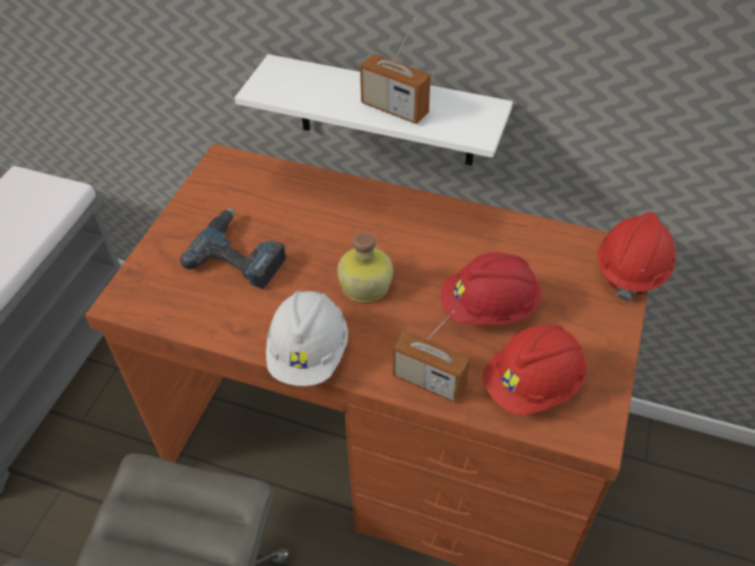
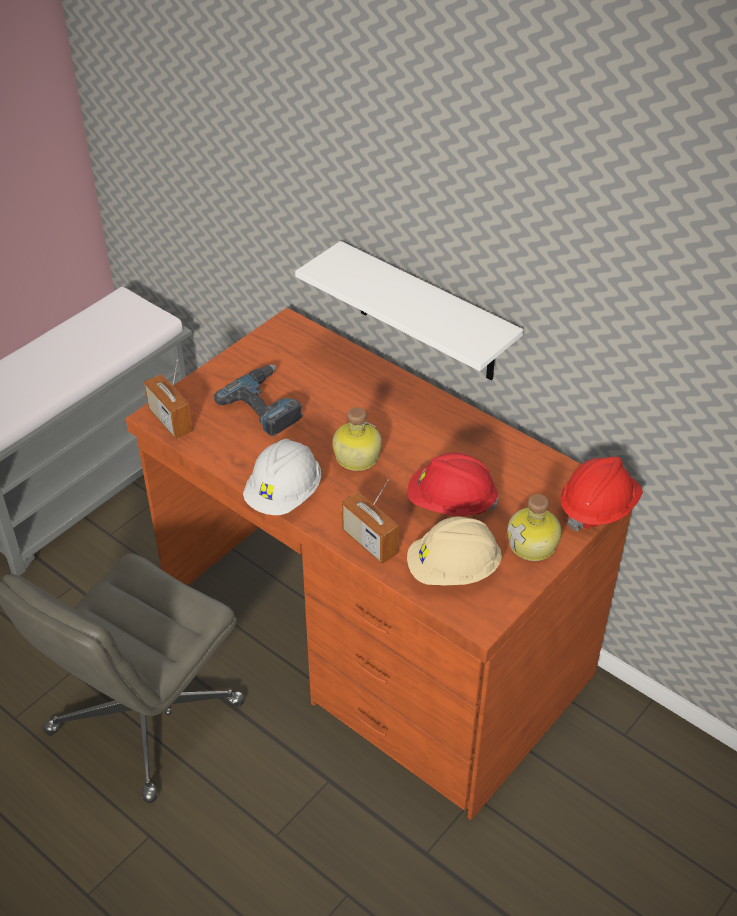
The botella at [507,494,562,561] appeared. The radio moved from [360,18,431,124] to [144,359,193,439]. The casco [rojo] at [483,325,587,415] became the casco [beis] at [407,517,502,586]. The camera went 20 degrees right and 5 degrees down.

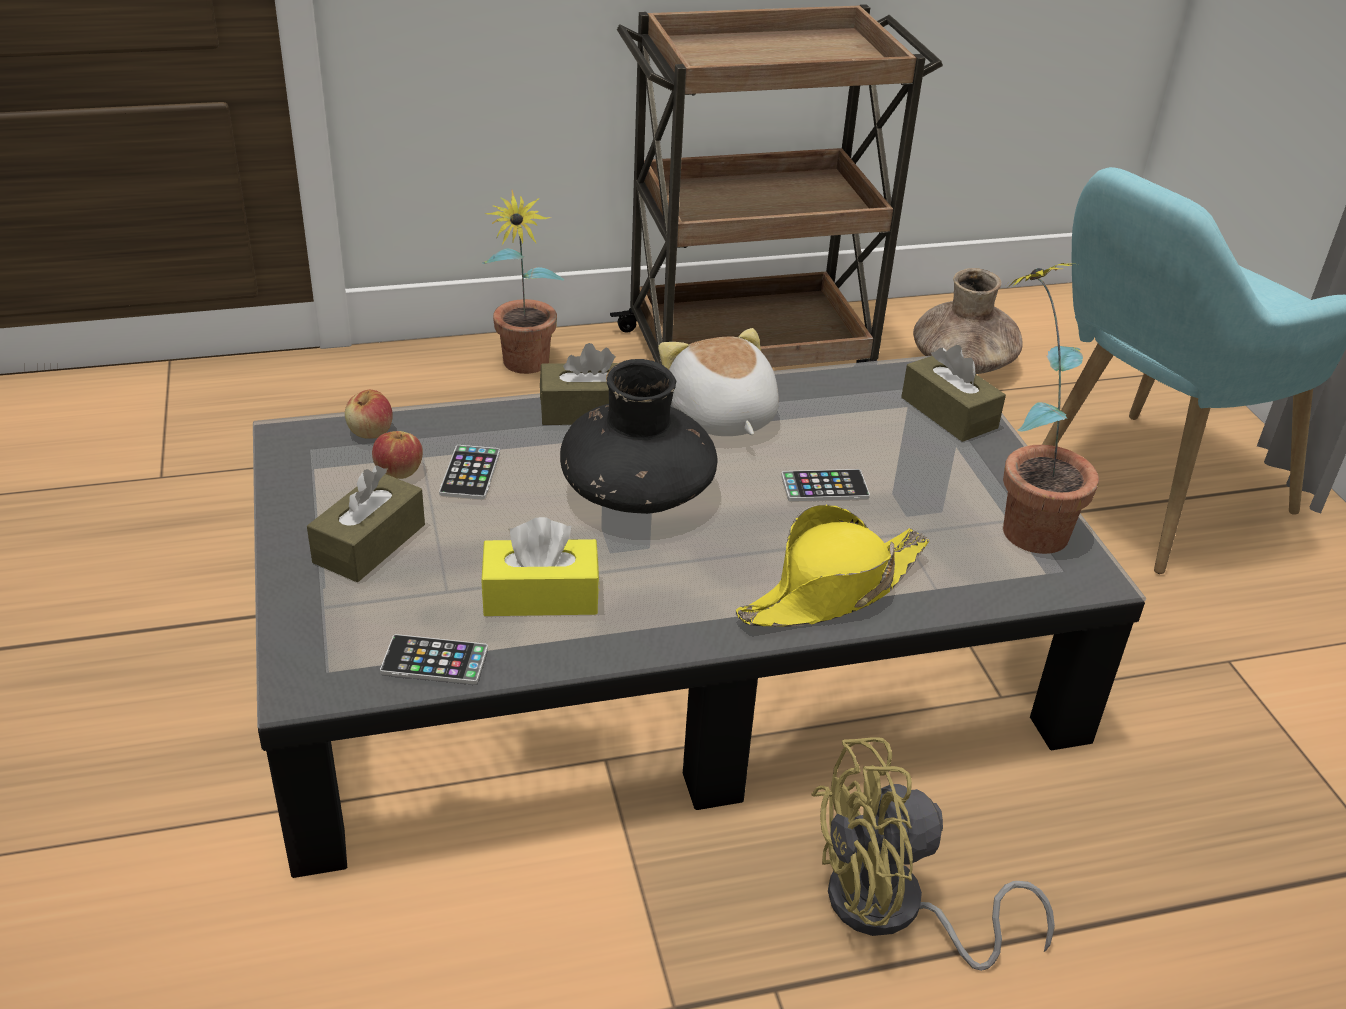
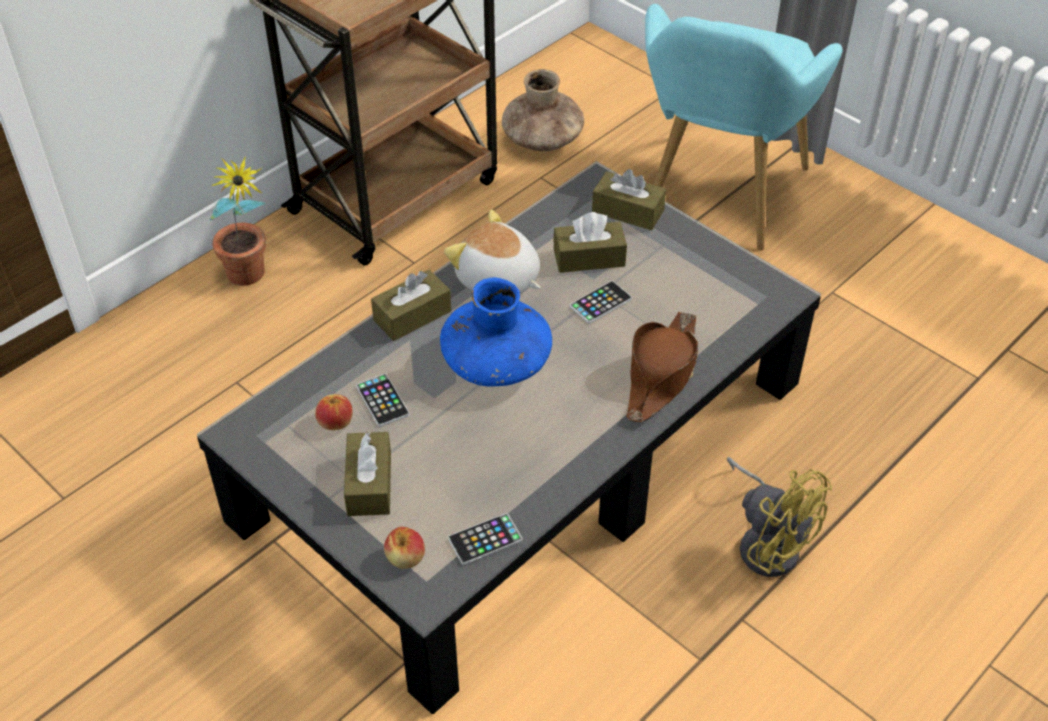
The caja de pañuelos [amarillo] at [481,517,599,616] disappeared. The planta en maceta at [1003,263,1099,554] disappeared. The caja de pañuelos [marrón] at [553,212,627,273] appeared. The manzana moved from [345,390,393,439] to [384,527,425,569]. The florero [negro] at [560,359,718,514] became the florero [azul] at [440,277,552,386]. The sombrero [amarillo] at [736,504,929,627] became the sombrero [marrón] at [626,312,698,422]. The ventilador [amarillo] at [811,737,1055,971] turned 90 degrees counterclockwise. The camera went 30 degrees left and 10 degrees up.

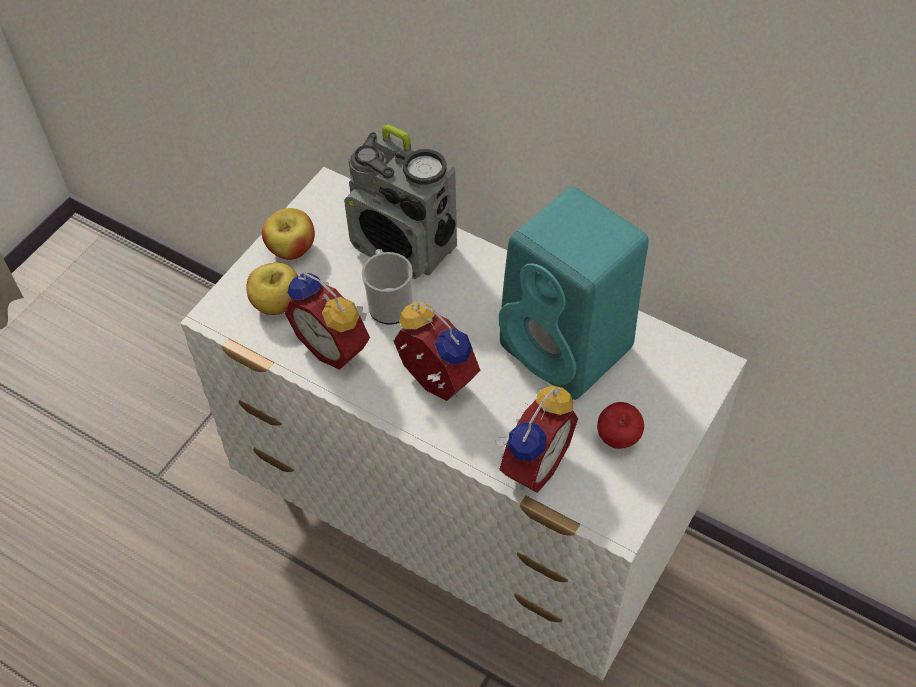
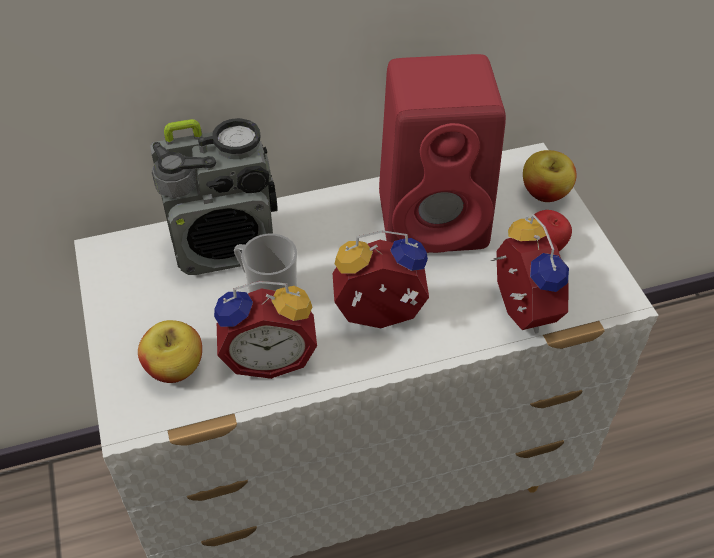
The manzana moved from [262,208,315,260] to [523,150,577,202]. The altavoz [turquesa] at [498,187,649,400] became the altavoz [rojo] at [379,54,506,253]. The camera went 50 degrees left and 5 degrees down.

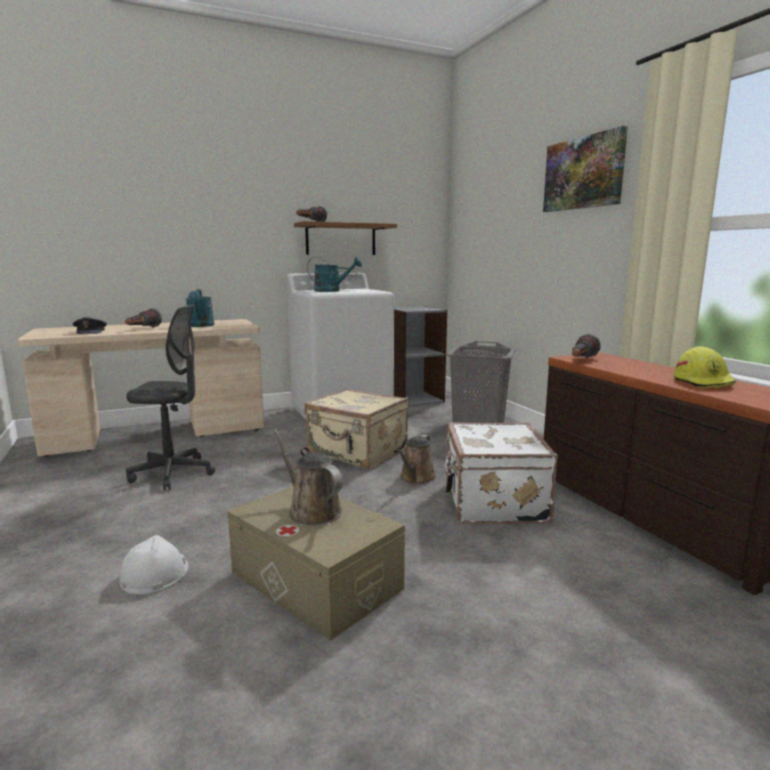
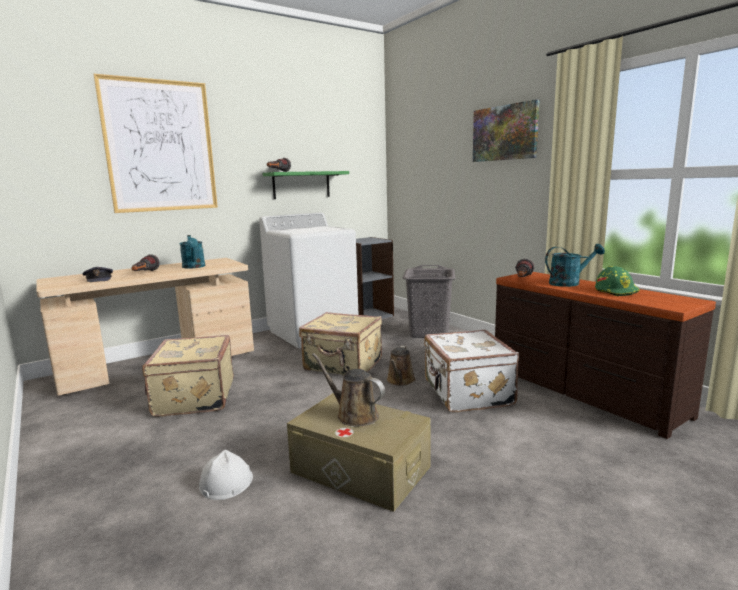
The cuadro at [93,74,218,213] appeared. The regadera [turquesa] moved from [307,257,362,292] to [545,244,605,287]. The silla de oficina [gris] at [126,304,215,490] was replaced by the maleta [beis] at [142,335,234,417]. The estante [marrón] at [294,221,397,255] became the estante [verde] at [263,171,349,199]. The casco [amarillo] at [674,346,736,388] became the casco [verde] at [595,266,640,296]. The camera went 10 degrees left and 0 degrees up.

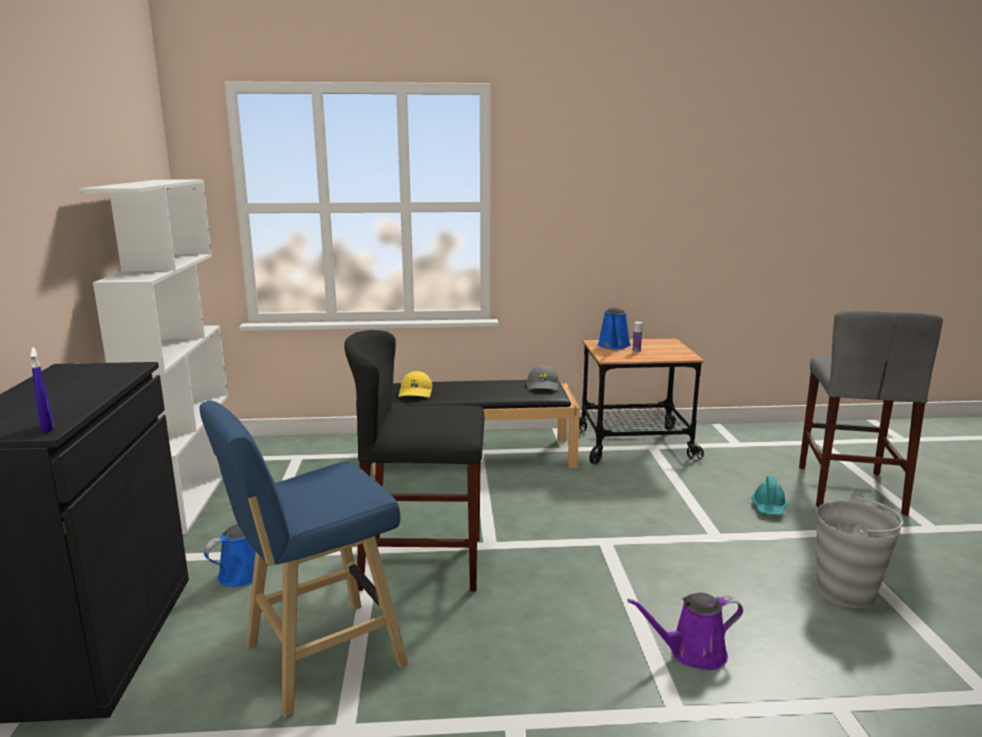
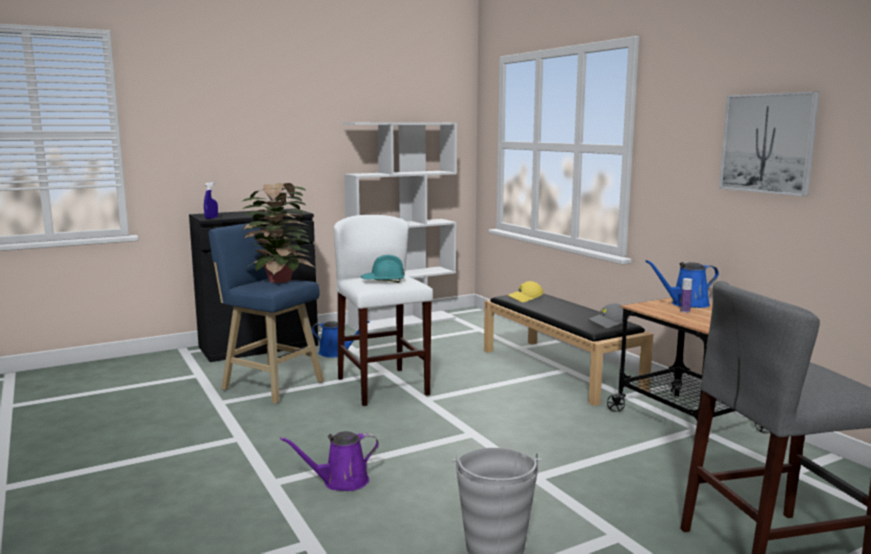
The planta en maceta at [242,183,315,283] appeared. The cuadro at [719,91,820,196] appeared. The casco [turquesa] moved from [752,476,787,515] to [361,255,404,283]. The taburete [negro] at [344,330,485,591] became the taburete [blanco] at [334,215,433,406]. The regadera [morado] at [627,593,743,670] turned 75 degrees counterclockwise. The camera went 65 degrees right and 5 degrees down.

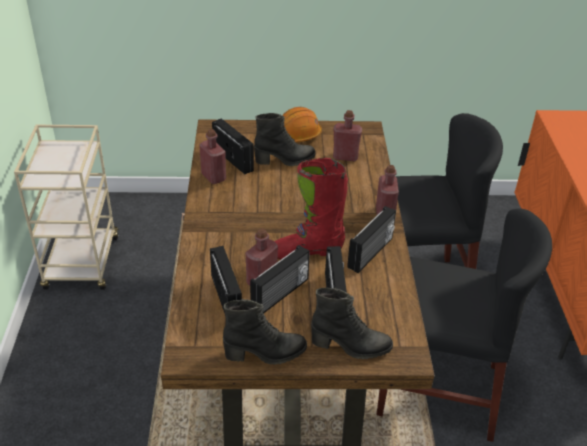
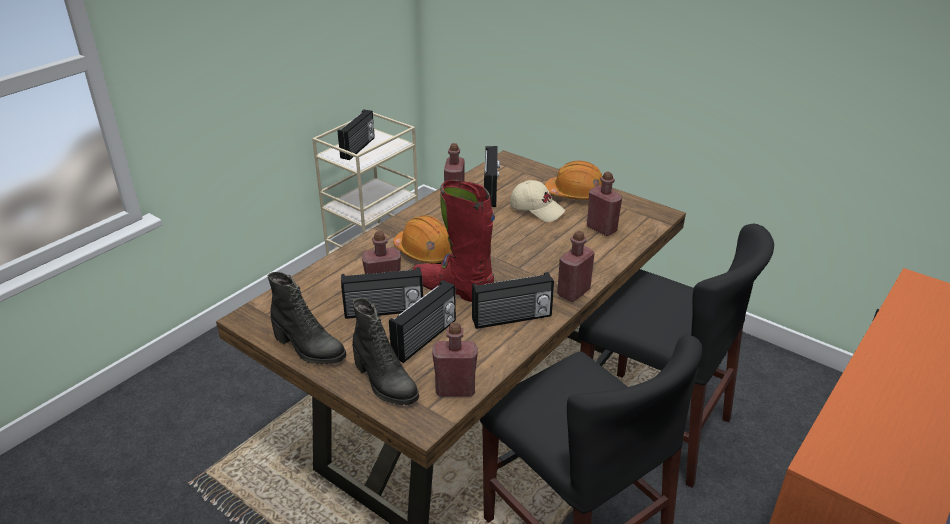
The casco [naranja] at [393,215,452,264] appeared. The botella [rojo] at [432,323,478,396] appeared. The radio moved from [210,246,242,313] to [338,109,375,160]. The bota [negro] at [254,113,316,166] was replaced by the gorra [beis] at [510,180,565,222]. The camera went 40 degrees right and 5 degrees down.

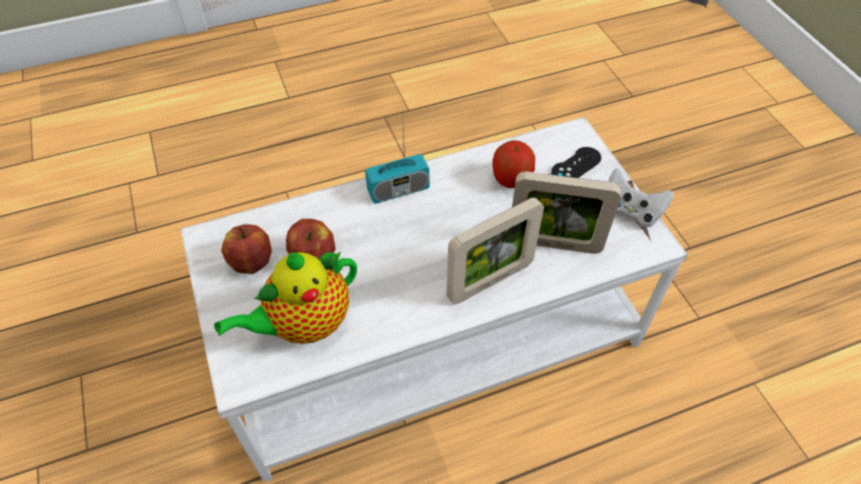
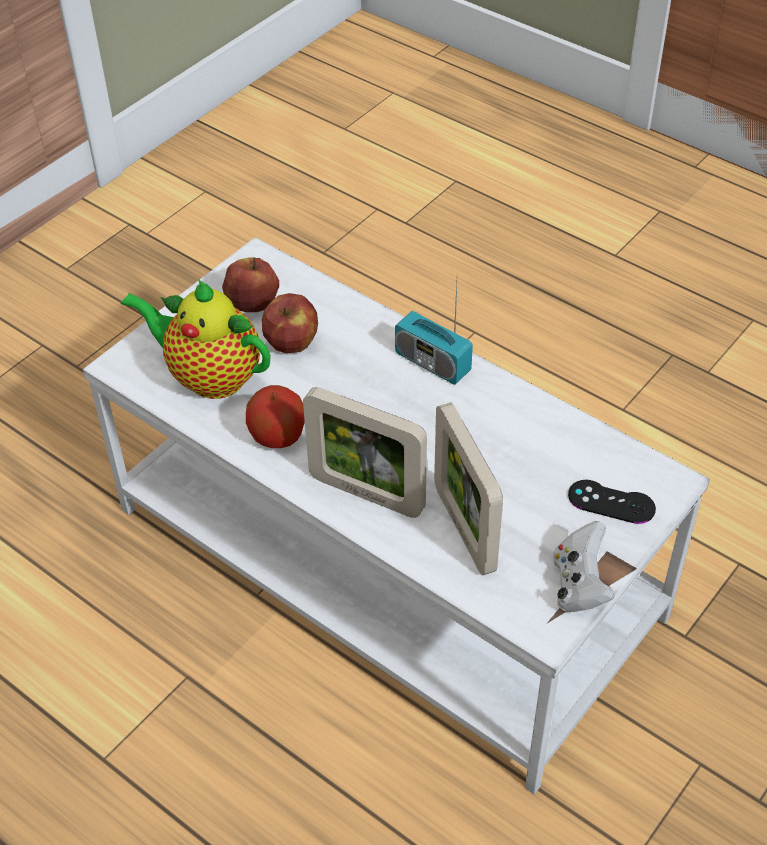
The manzana moved from [492,140,535,188] to [246,385,305,448]. The camera went 60 degrees right and 5 degrees down.

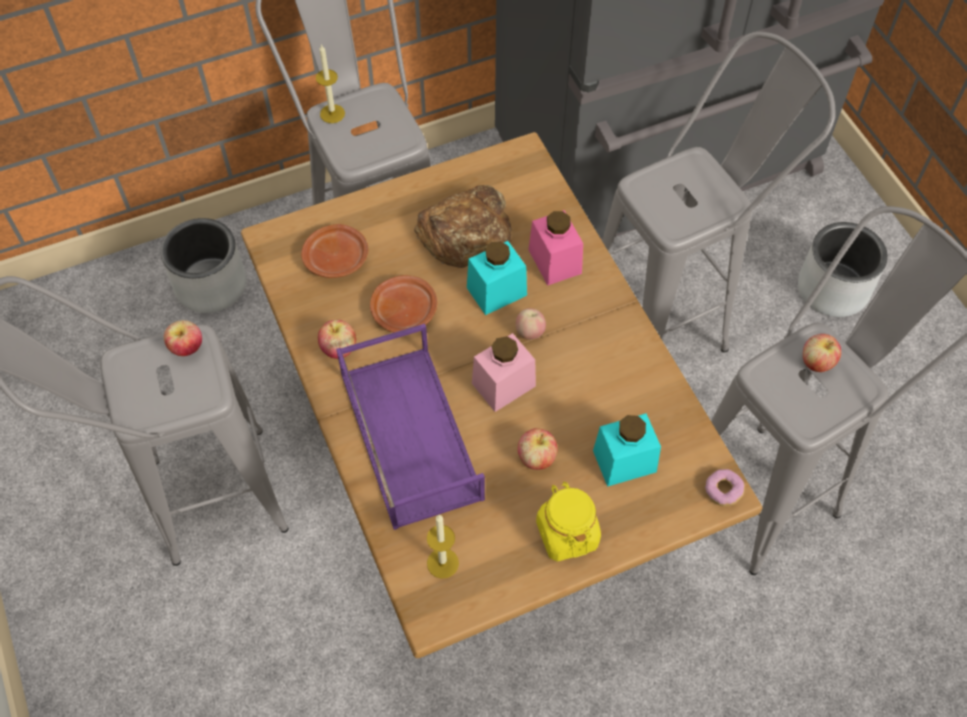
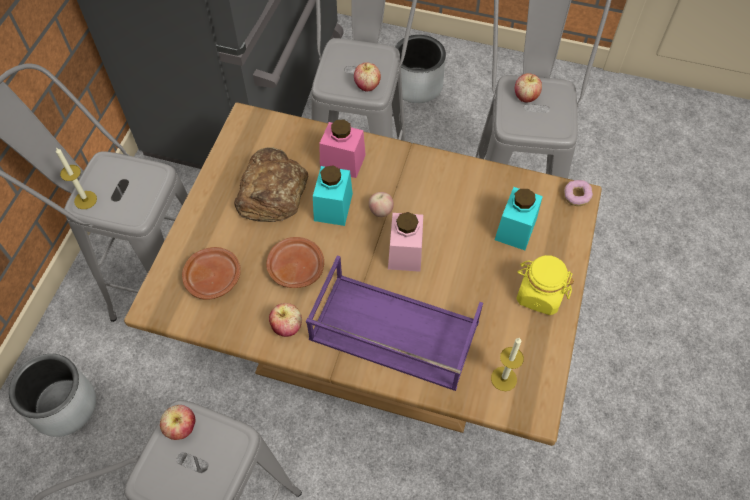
The manzana moved from [518,428,558,470] to [354,62,381,92]. The camera went 50 degrees left and 0 degrees up.

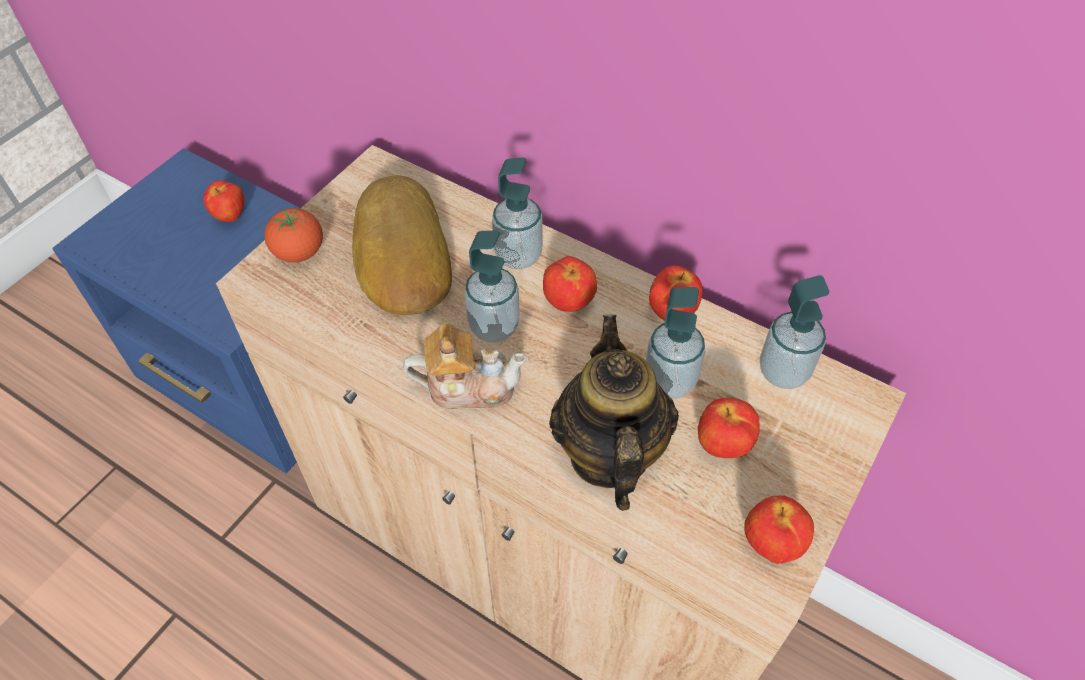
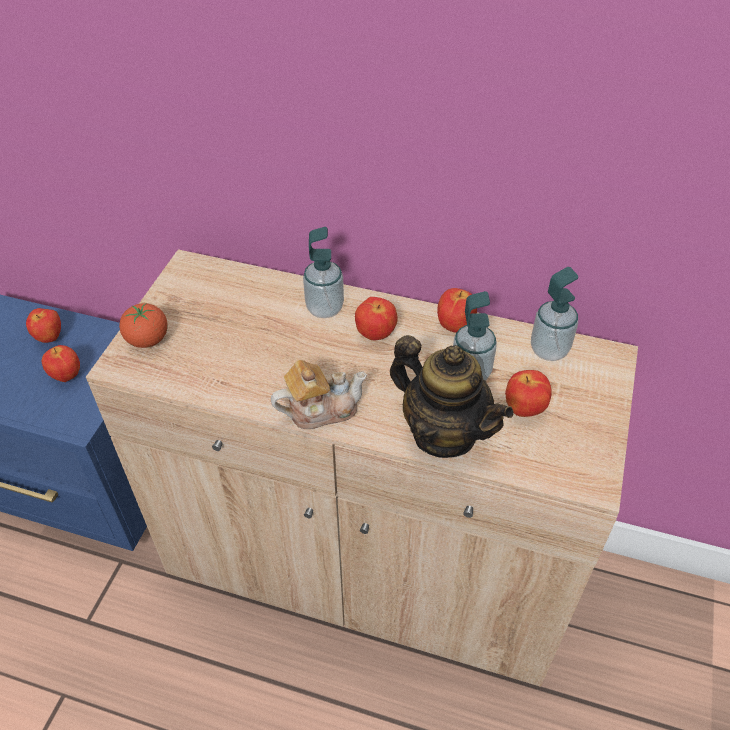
The pan at [352,175,452,315] disappeared. The dispensador de jabón at [464,231,520,342] disappeared. The manzana moved from [744,495,814,564] to [42,345,80,382]. The tetera at [549,315,679,511] turned 150 degrees clockwise. The camera went 15 degrees left and 5 degrees down.

